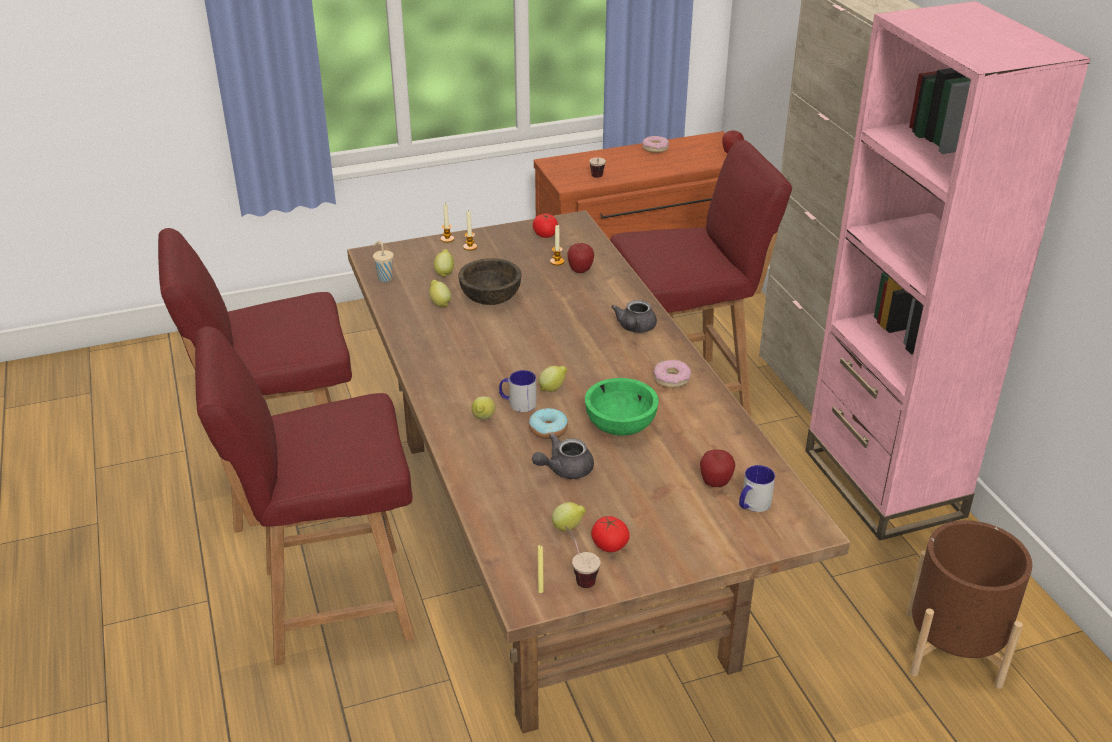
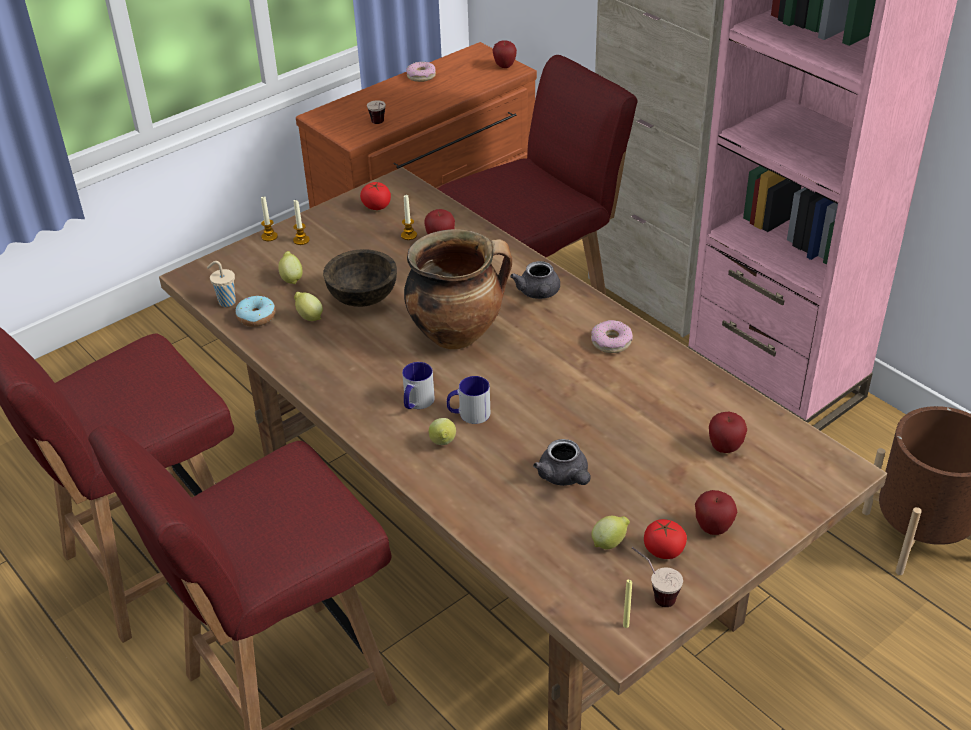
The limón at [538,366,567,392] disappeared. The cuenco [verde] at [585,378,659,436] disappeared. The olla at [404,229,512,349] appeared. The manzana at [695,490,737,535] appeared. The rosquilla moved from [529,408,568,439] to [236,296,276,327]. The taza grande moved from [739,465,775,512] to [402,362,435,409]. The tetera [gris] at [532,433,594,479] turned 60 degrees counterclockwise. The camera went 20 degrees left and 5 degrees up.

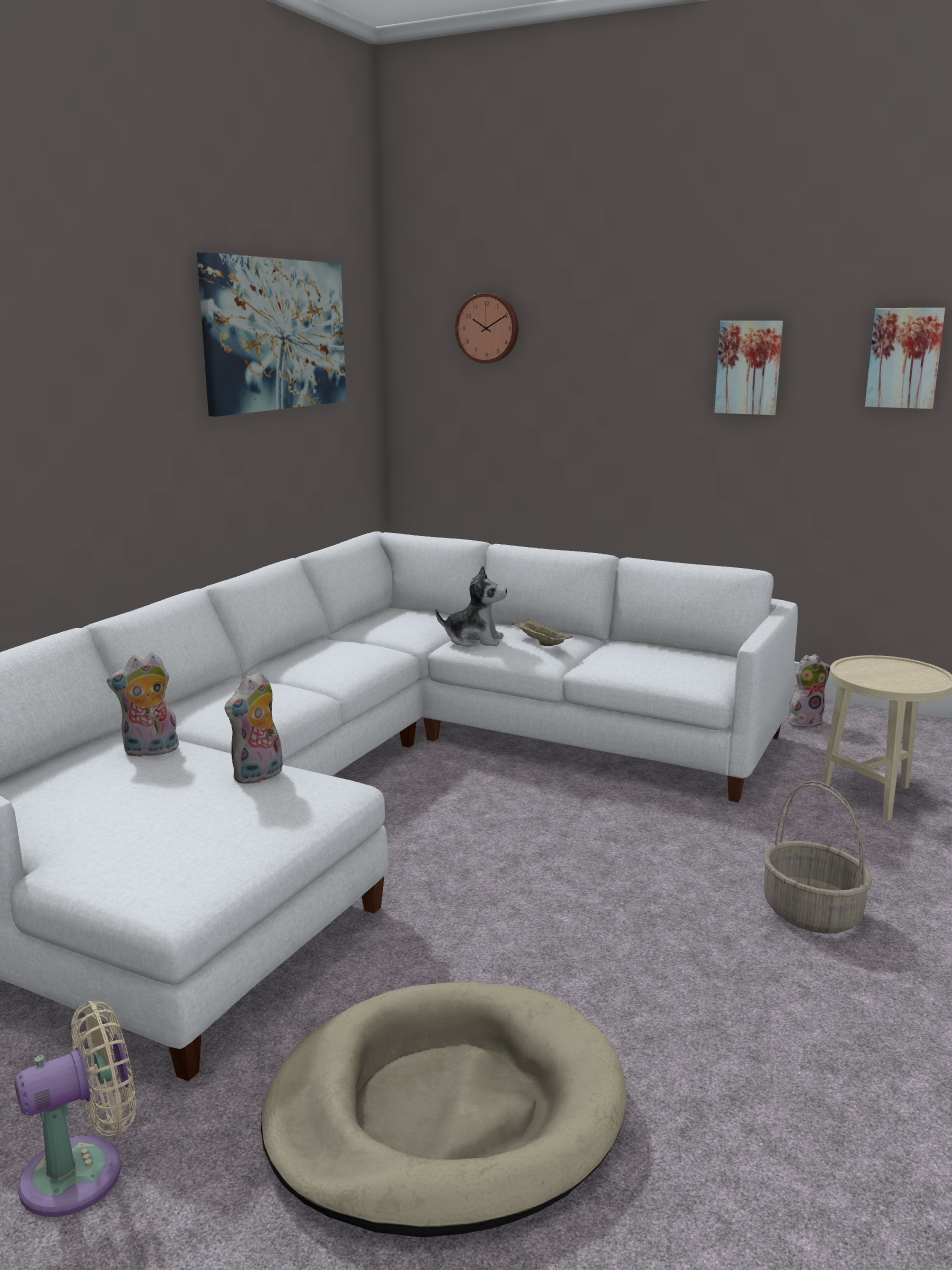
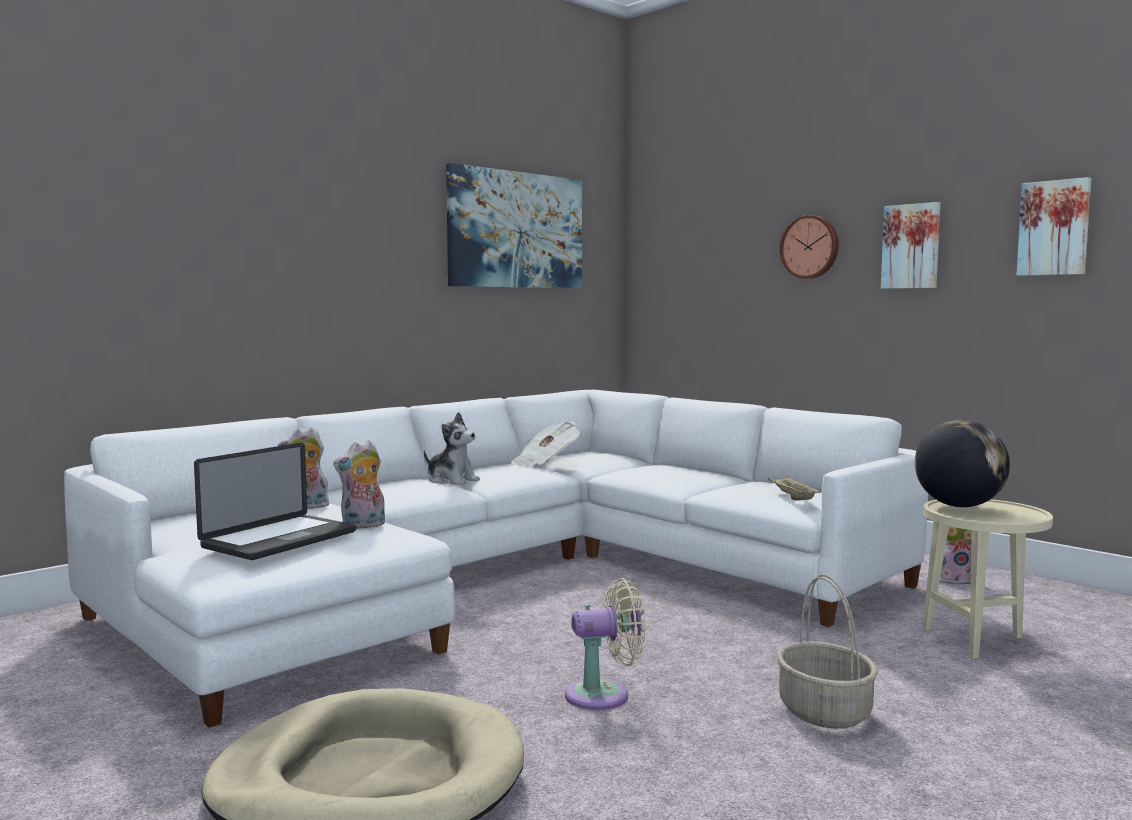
The portátil at [194,443,356,560] appeared. The periódico at [511,421,580,466] appeared. The globo terráqueo at [915,420,1010,507] appeared. The ventilador [beis] moved from [15,1001,136,1217] to [565,578,646,710]. The peluche moved from [436,566,507,647] to [424,412,480,485]. The reloj de pared moved from [455,293,518,363] to [780,215,839,279]. The bandeja [beis] moved from [512,618,572,646] to [768,476,822,501]. The camera went 20 degrees right and 10 degrees down.

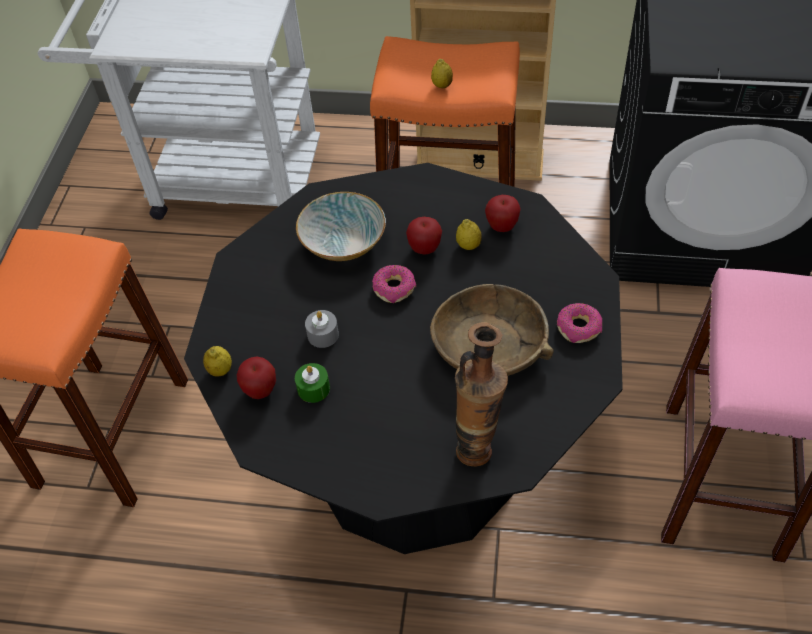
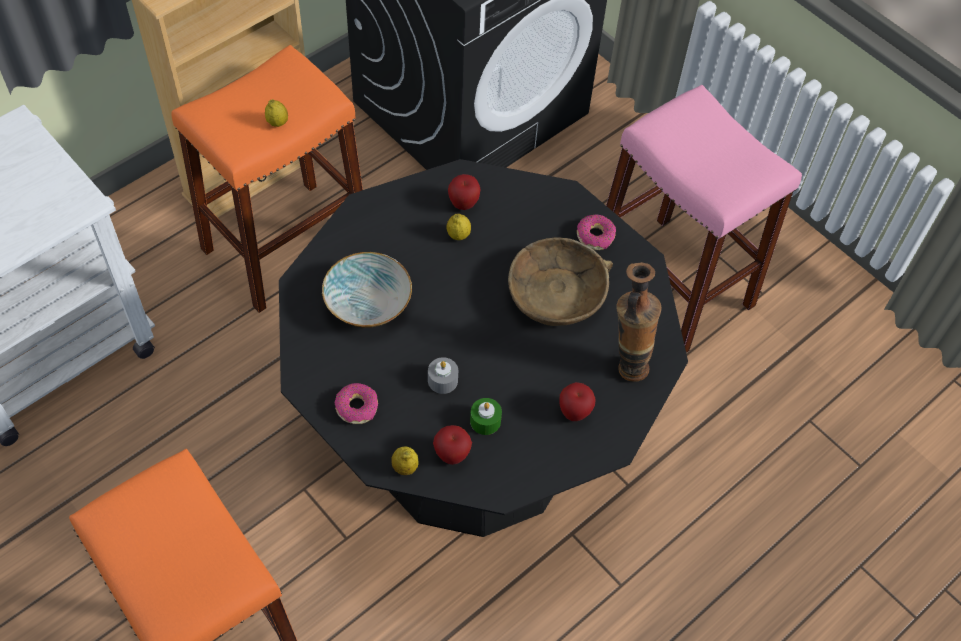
The rosquilla moved from [372,265,416,303] to [335,383,378,424]. The manzana moved from [406,217,442,254] to [559,382,596,421]. The camera went 55 degrees left and 5 degrees up.

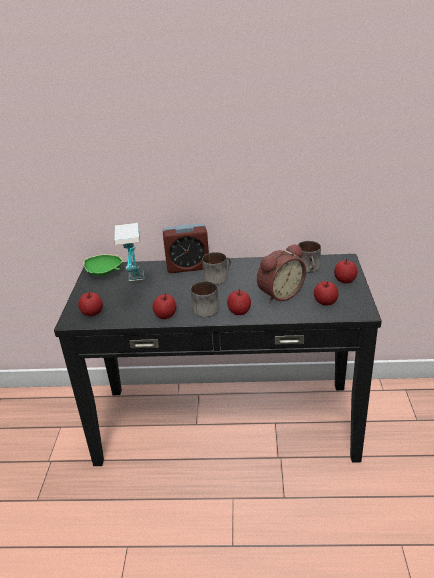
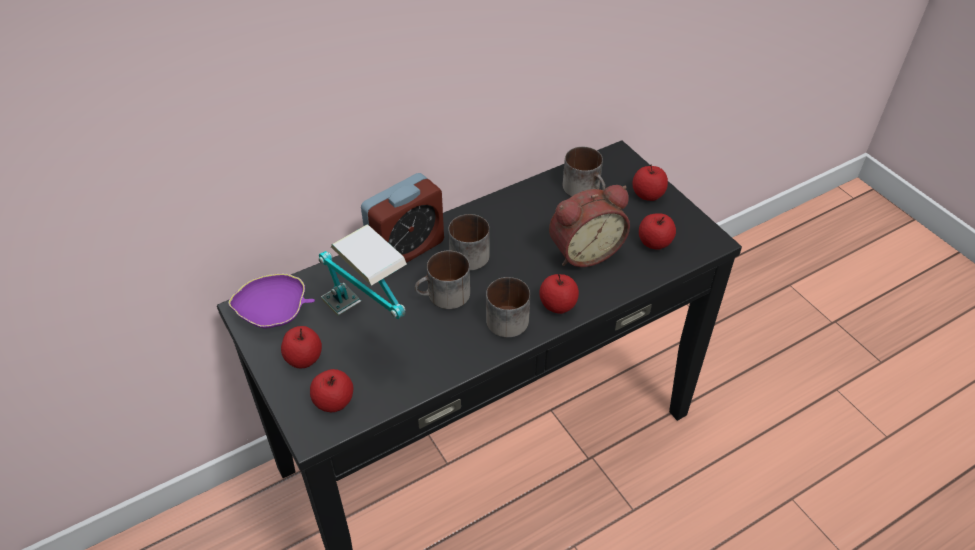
The taza grande at [415,250,470,309] appeared. The manzana moved from [152,293,177,319] to [281,326,322,369]. The cuenco [verde] at [83,254,123,276] became the cuenco [morado] at [228,273,315,328]. The despertador at [257,244,306,303] turned 45 degrees clockwise. The camera went 35 degrees left and 15 degrees up.

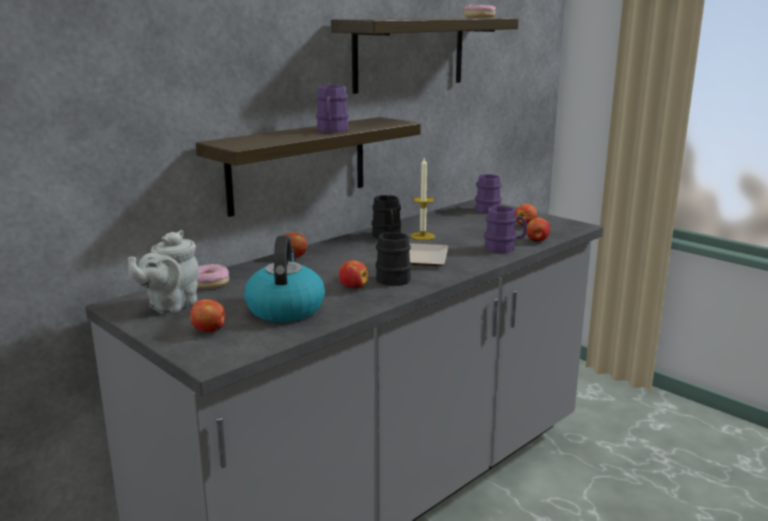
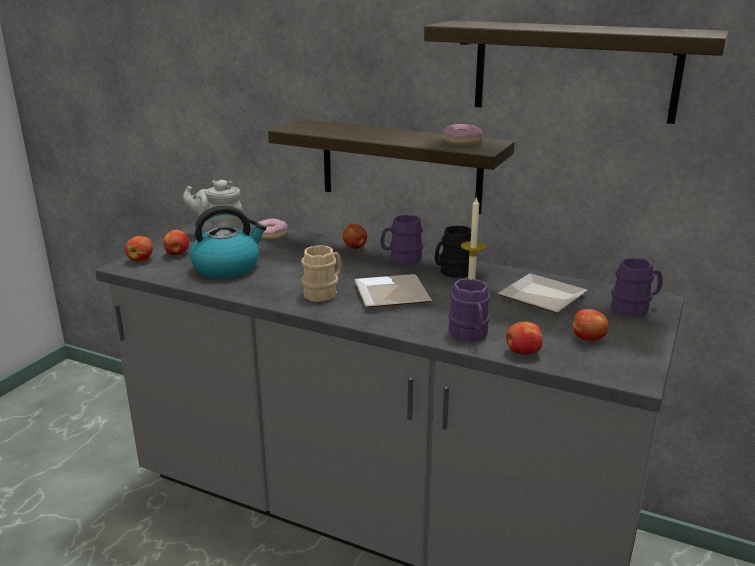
The plato at [498,274,587,313] appeared. The taza grande [morado] moved from [316,85,349,132] to [380,215,423,265]. The manzana moved from [339,260,368,289] to [125,236,153,261]. The rosquilla moved from [464,5,496,18] to [442,124,483,145]. The taza grande [negro] at [375,232,411,286] became the taza grande [beis] at [301,245,342,302]. The camera went 70 degrees right and 5 degrees up.

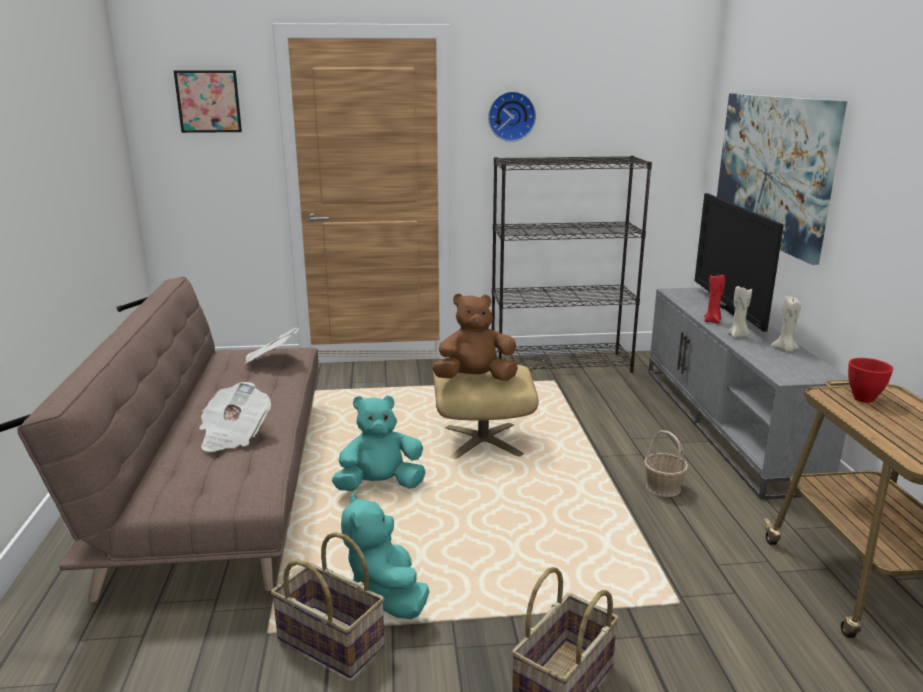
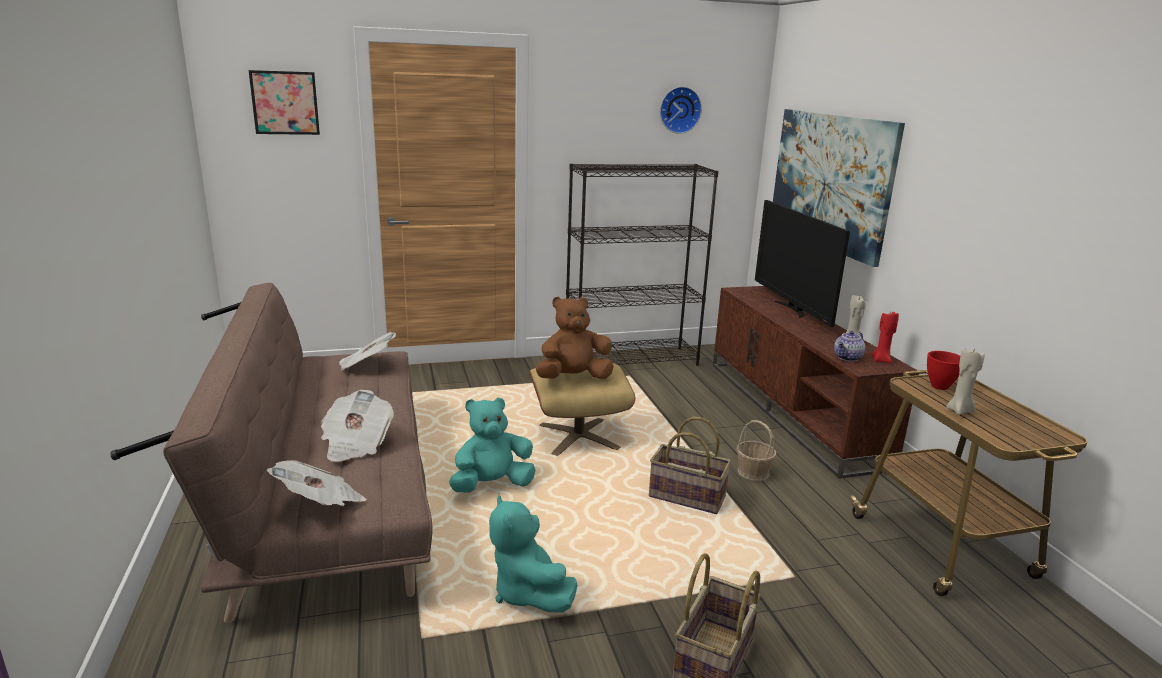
The periódico at [267,460,367,506] appeared. The tetera at [834,331,865,362] appeared. The cesta moved from [271,532,385,678] to [649,417,731,514]. The reloj de pared moved from [488,91,536,142] to [660,86,702,134]. The vela [rojo] moved from [704,275,725,324] to [871,312,899,364]. The vela [beis] moved from [728,286,752,338] to [946,348,985,415]. The mueble de televisión [gris] at [648,287,850,500] became the mueble de televisión [marrón] at [713,286,919,479]. The camera went 10 degrees left and 0 degrees up.

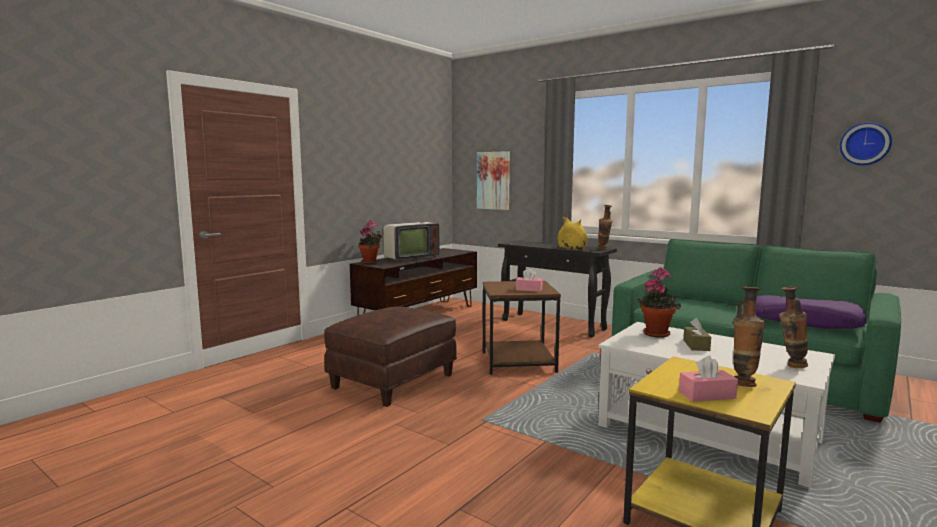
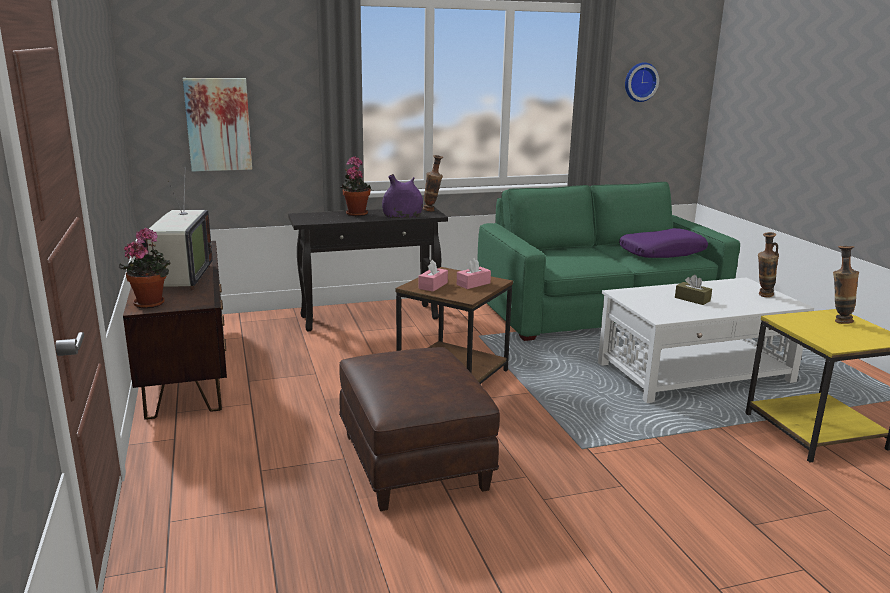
The planta en maceta moved from [637,267,681,338] to [341,157,371,216]. The caja de pañuelos [rosa] moved from [679,356,738,402] to [419,260,448,292]. The florero [amarillo] at [558,216,587,250] became the florero [morado] at [382,174,423,218]. The camera went 55 degrees left and 10 degrees up.

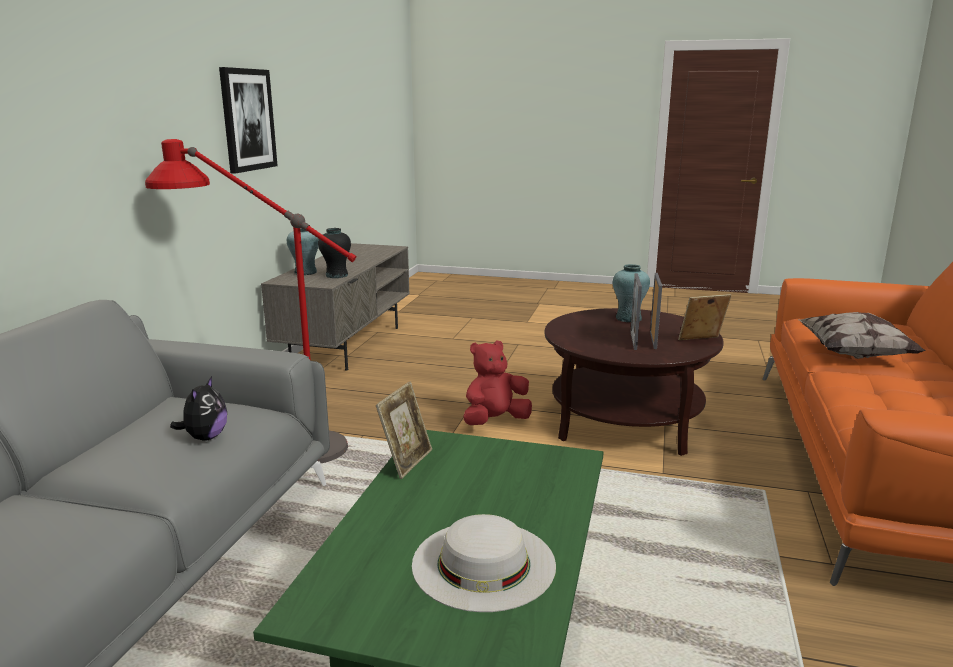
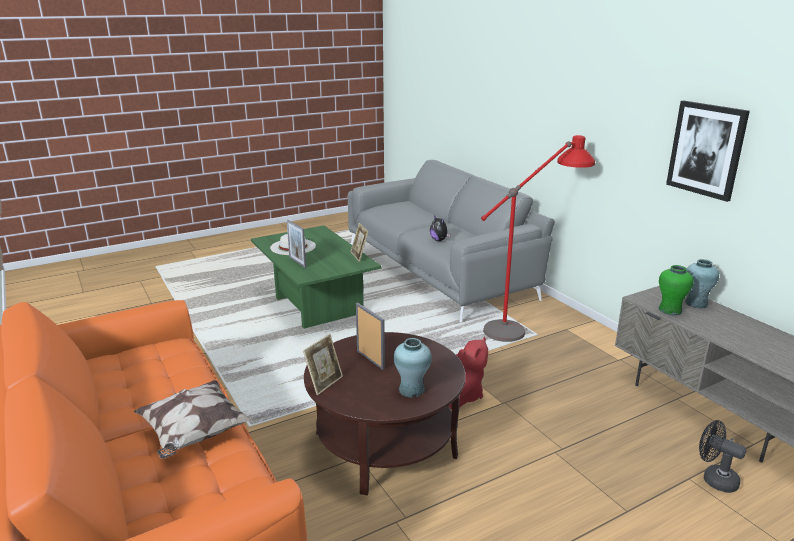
The ventilador [negro] at [699,420,747,493] appeared. The portarretratos moved from [650,273,662,349] to [287,220,306,268]. The florero [negro] at [318,228,351,278] became the florero [verde] at [659,265,694,315]. The camera went 135 degrees right and 5 degrees up.

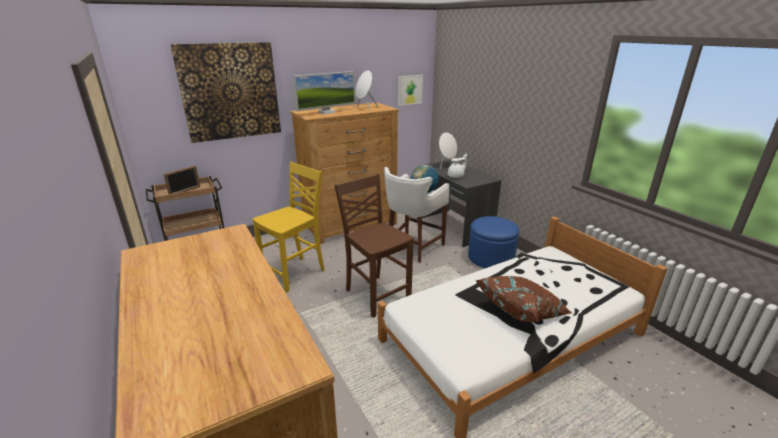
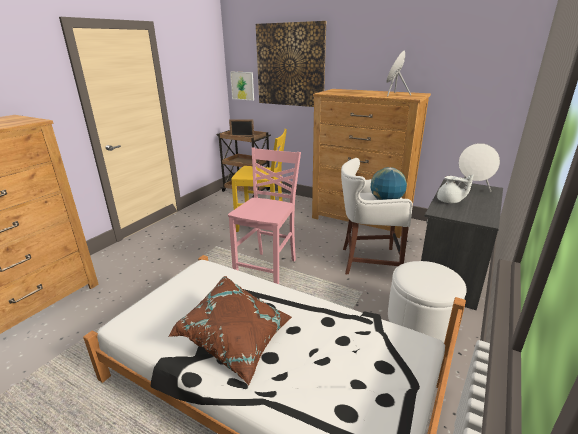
The monitor at [293,71,356,114] disappeared. The cuadro moved from [398,75,423,106] to [230,72,254,101]. The silla [marrón] at [334,174,414,318] became the silla [rosa] at [228,148,301,284]. The puf [azul] at [468,216,519,268] became the puf [blanco] at [388,261,467,343]. The camera went 60 degrees right and 0 degrees up.

